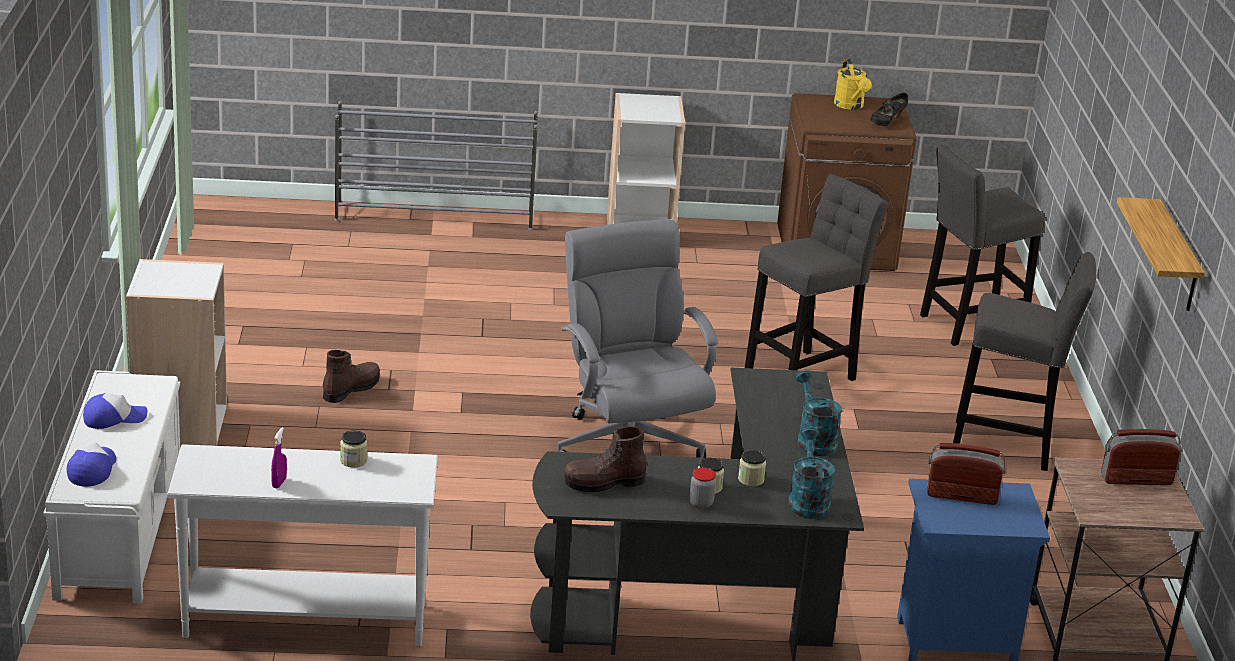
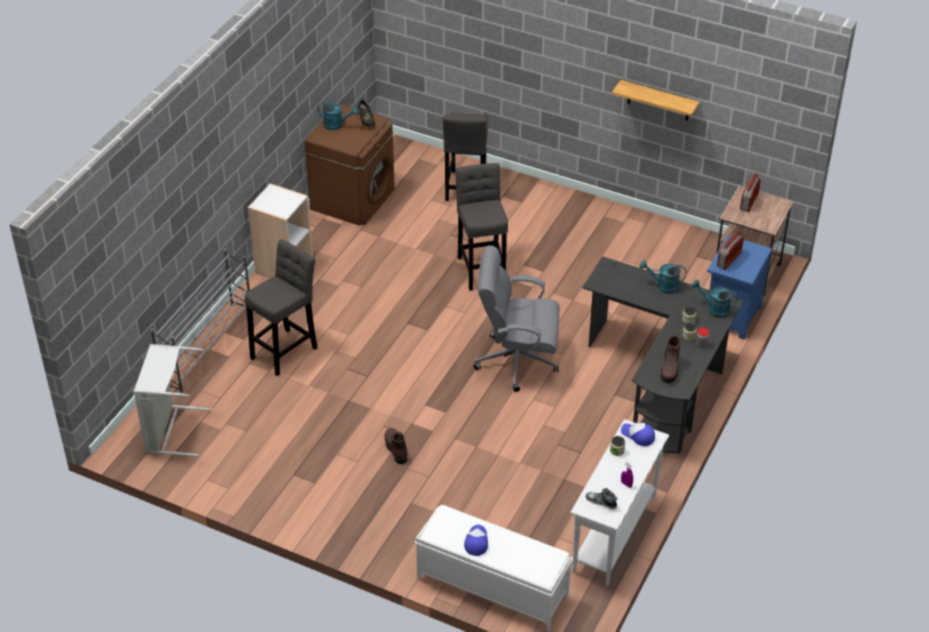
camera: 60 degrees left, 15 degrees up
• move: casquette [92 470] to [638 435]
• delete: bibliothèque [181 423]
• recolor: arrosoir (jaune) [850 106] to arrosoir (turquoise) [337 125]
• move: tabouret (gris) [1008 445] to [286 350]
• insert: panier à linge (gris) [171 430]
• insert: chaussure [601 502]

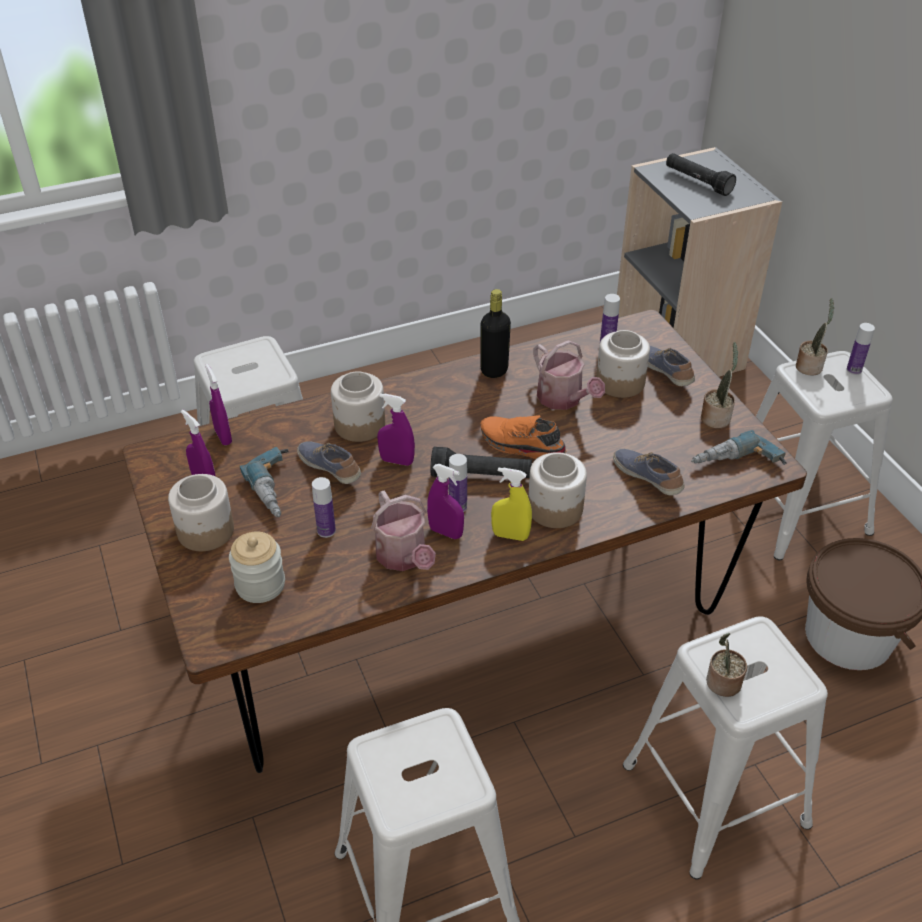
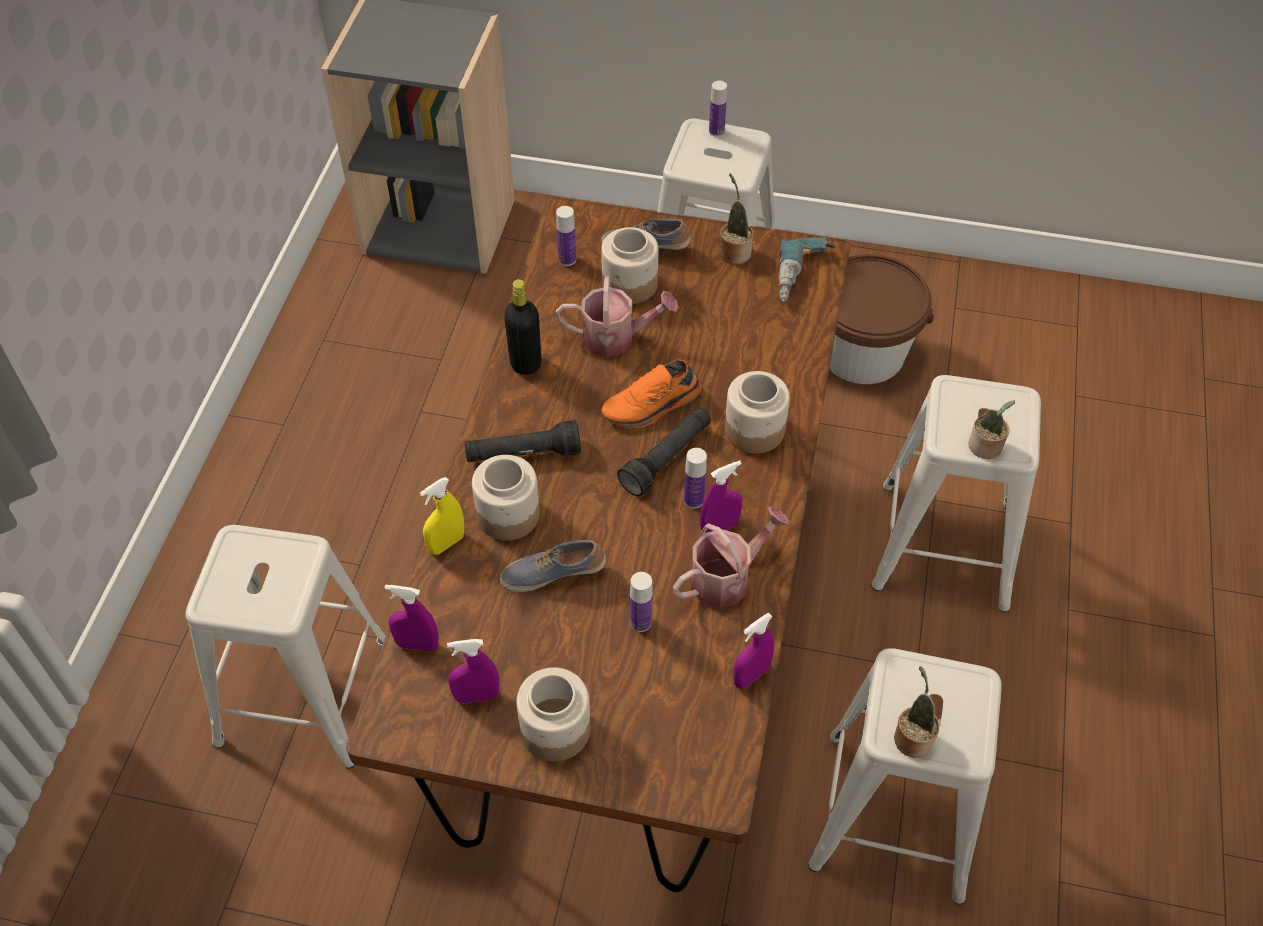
camera: 55 degrees left, 10 degrees up
• delete: bocal [260 585]
• delete: perceuse [279 489]
• rotate: arrosoir [404 557] = [727 578] 45 degrees counterclockwise
• move: vaporisateur (violet) [397 461] to [751 676]
• move: vaporisateur (jaune) [510 535] to [446 543]
• delete: chaussure [648 478]
• move: lampe de poche (noir) [697 182] to [523 454]
• move: plante en pot [810 366] to [912 737]

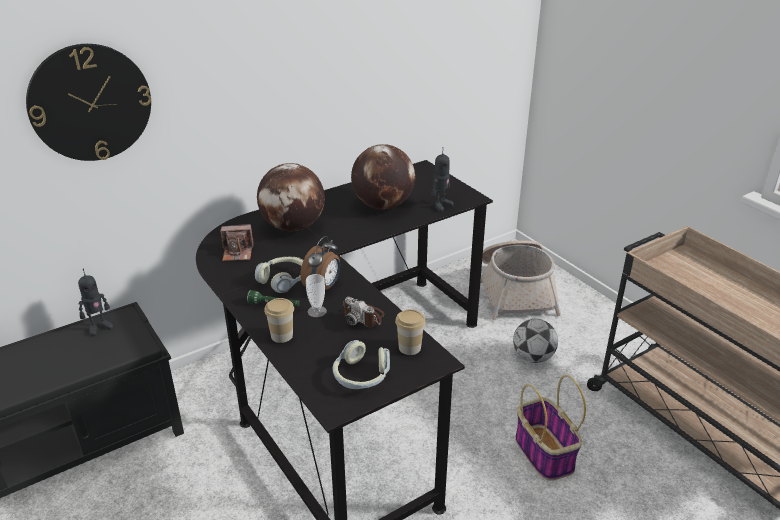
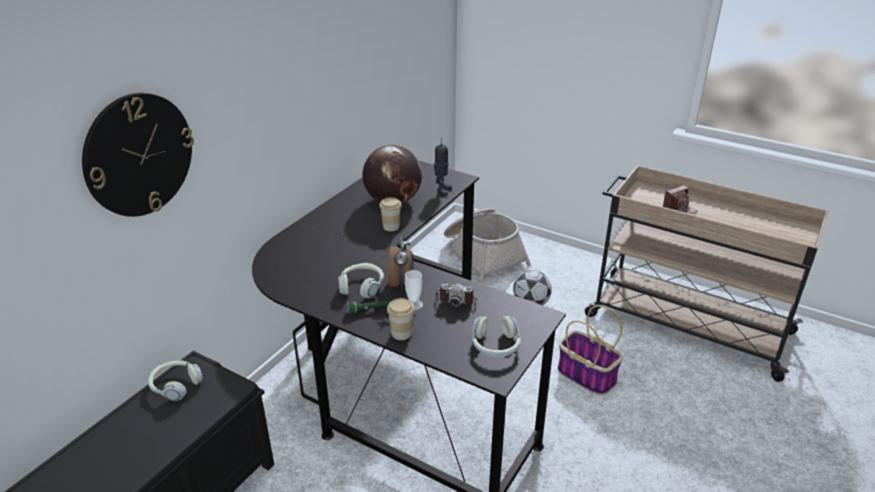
camera: 25 degrees left, 0 degrees up
• replace: robot jouet [99 328] to casque audio [175 385]
• move: appareil photo [238 252] to [679 209]
• delete: globe [293 227]
• move: tasse [409 347] to [391 227]

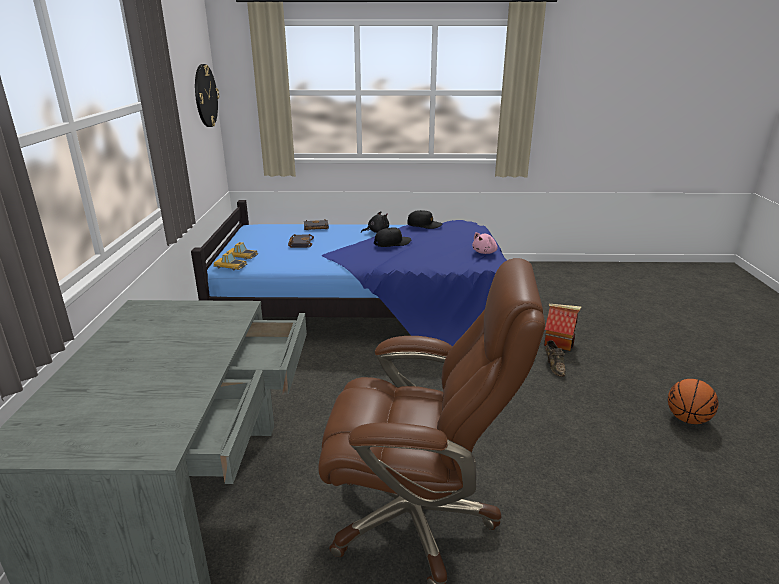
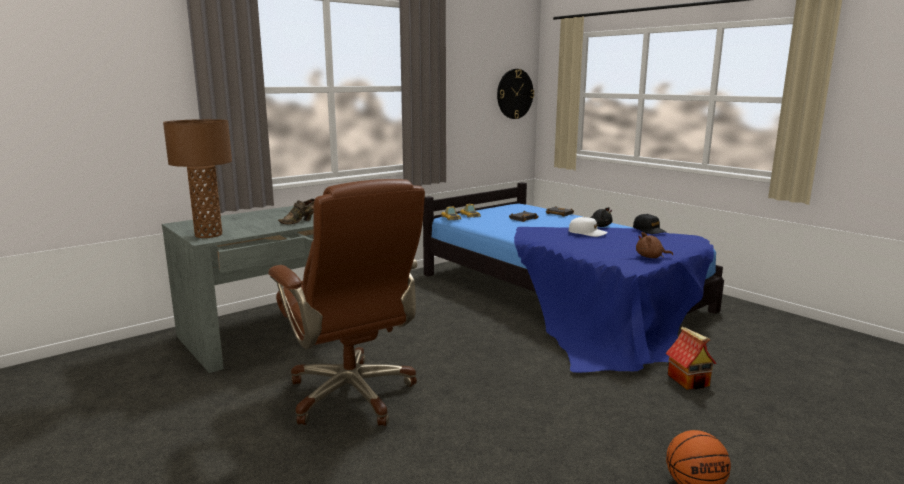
camera: 50 degrees right, 10 degrees down
• recolor: casquette (noir) [392 243] to casquette (blanc) [587 233]
• recolor: peluche (rose) [485 252] to peluche (marron) [651 257]
• move: chaussure (marron) [554 366] to [300 221]
• insert: lampe de table (marron) [208 235]

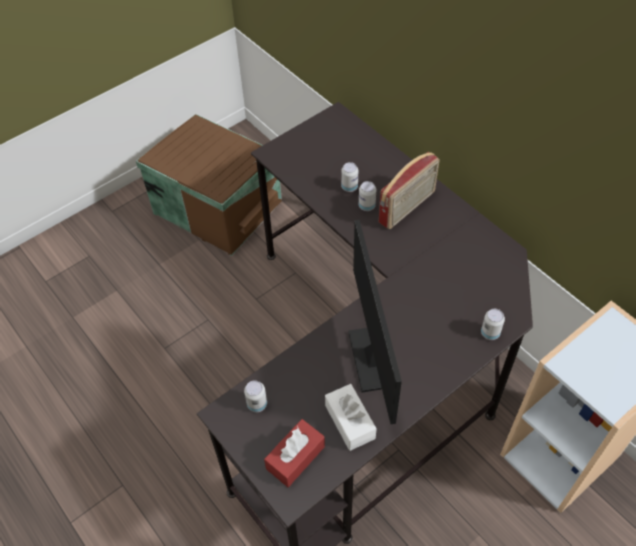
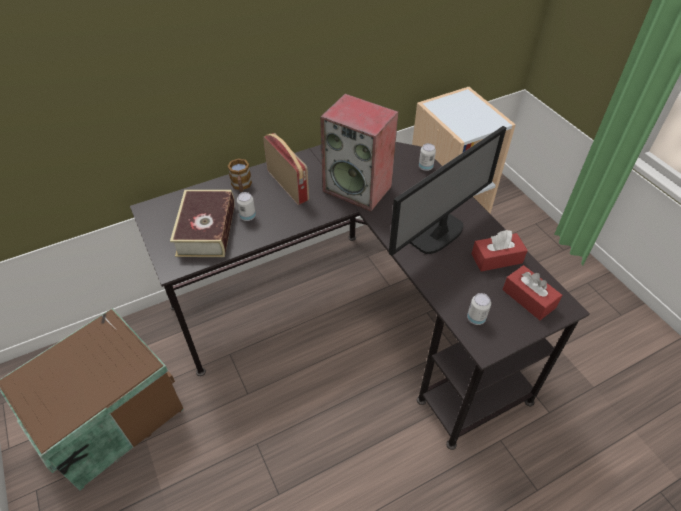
camera: 80 degrees left, 5 degrees down
• recolor: boîte à mouchoirs (blanc) [350 422] to boîte à mouchoirs (rouge) [496 258]
• rotate: écran d'ordinateur [371 359] = [439 235] 135 degrees clockwise
• delete: boîte métallique [367 206]
• insert: livre [206 230]
• insert: mug [241 186]
• insert: enceinte [358 188]

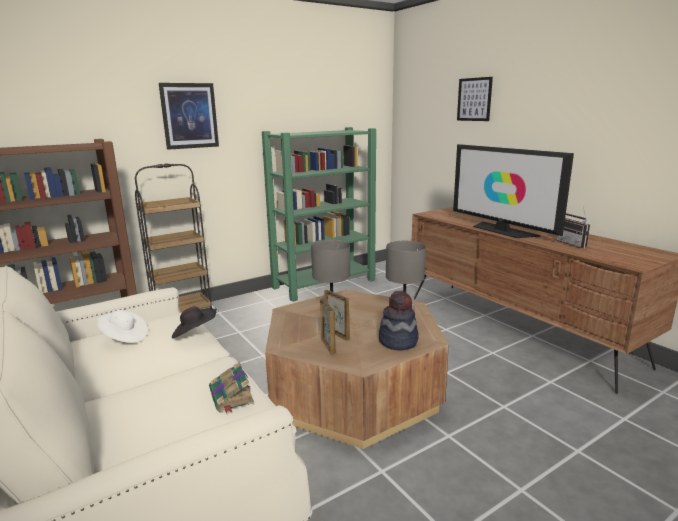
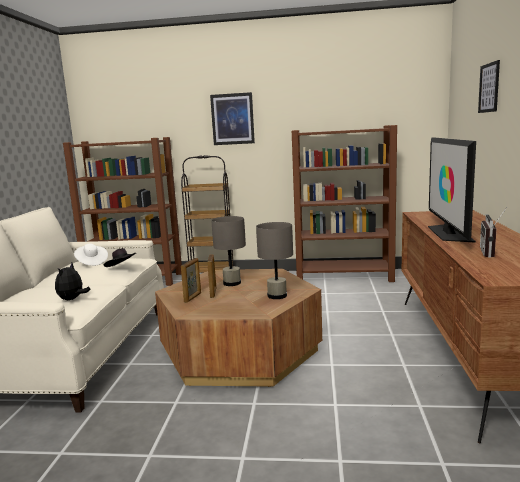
camera: 40 degrees right, 5 degrees down
• replace: livre [231 396] to peluche [72 299]
• recolor: bibliothèque (vert) [324 284] to bibliothèque (marron) [344 276]
• delete: chapeau [398 341]

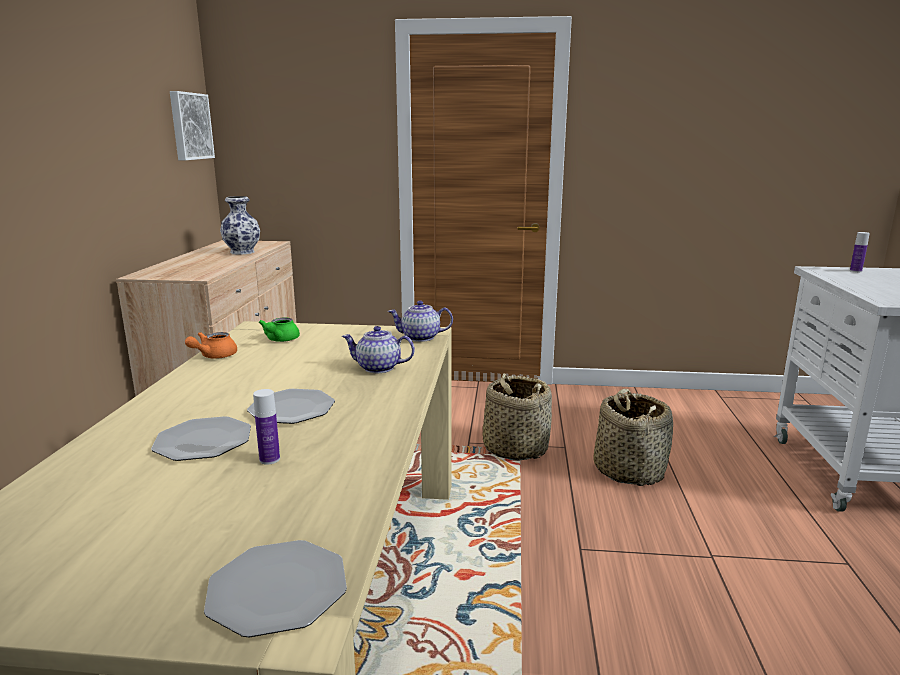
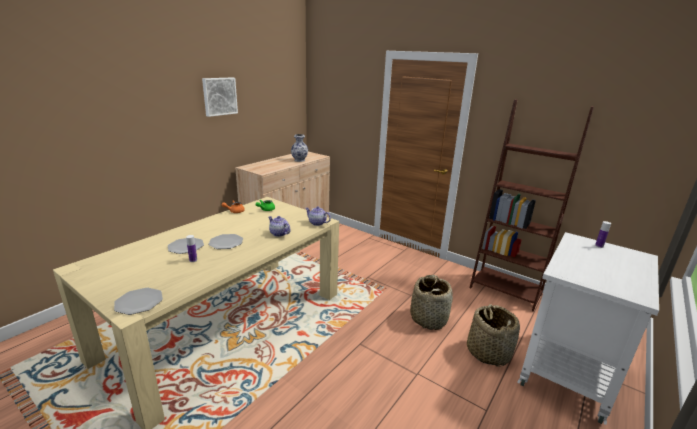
camera: 30 degrees right, 5 degrees up
• move: tableau [189 126] to [219 96]
• move: panier [515 448] to [488 352]
• insert: bibliothèque (marron) [505 291]

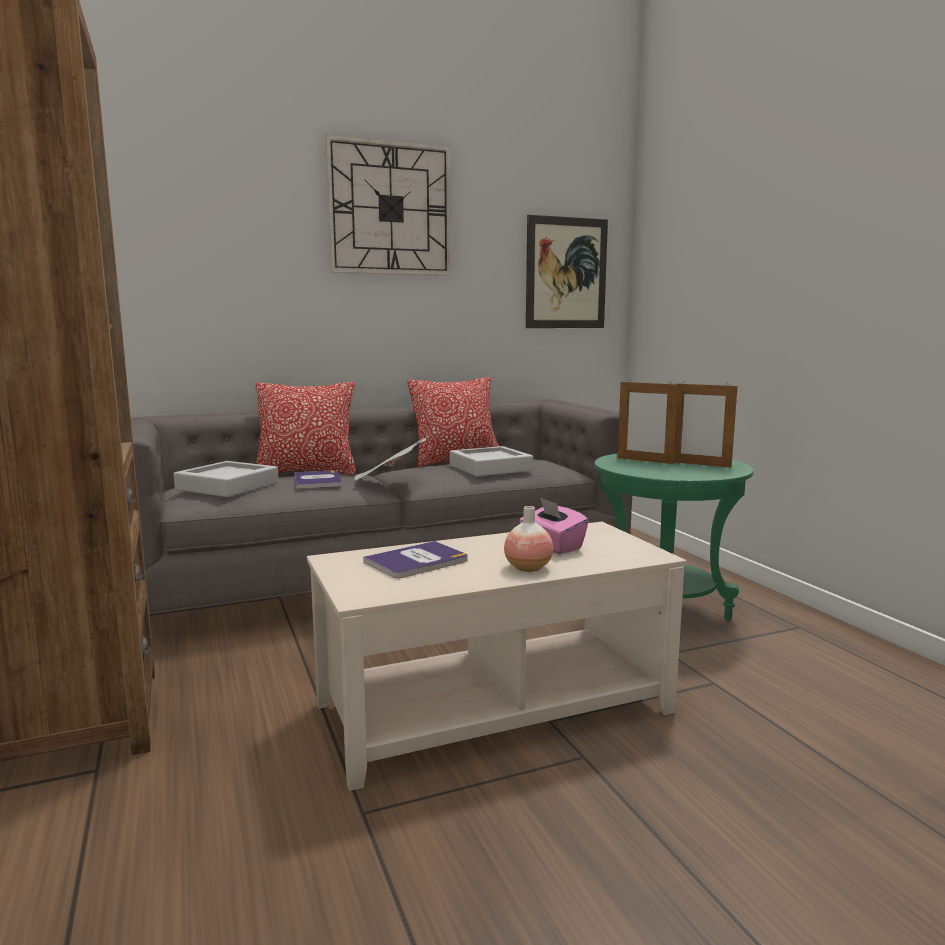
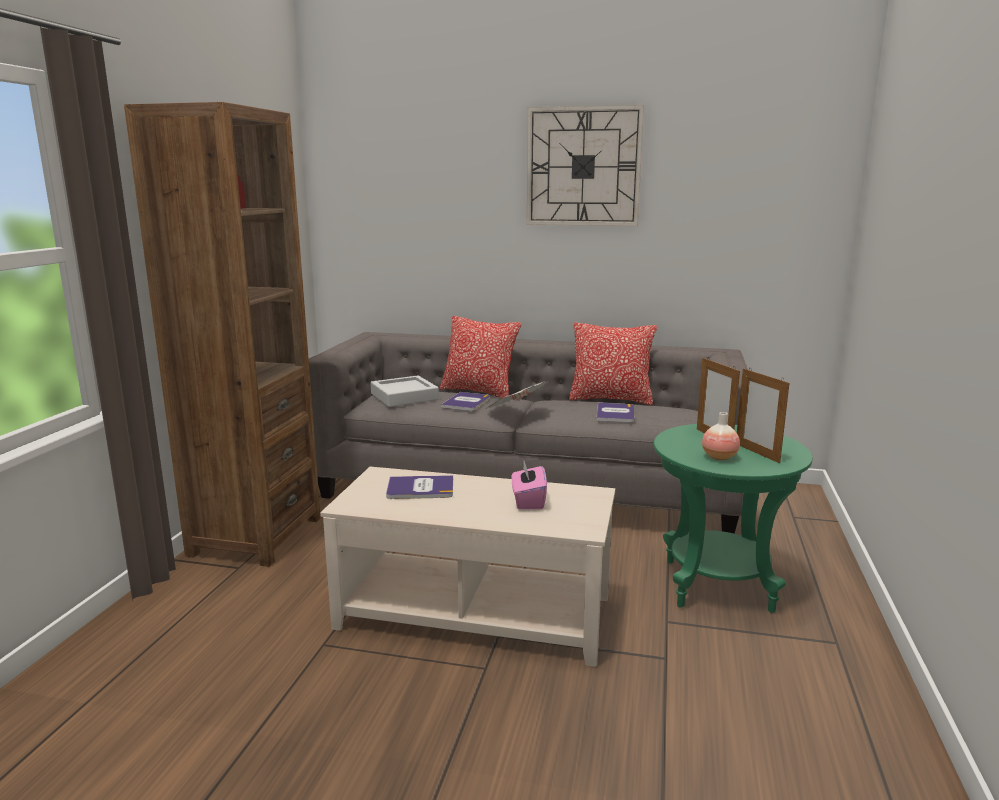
camera: 35 degrees right, 5 degrees up
• replace: plateau (gris) [490 468] to livre [615 413]
• move: vase [528 568] to [719 457]
• delete: tableau [566 273]

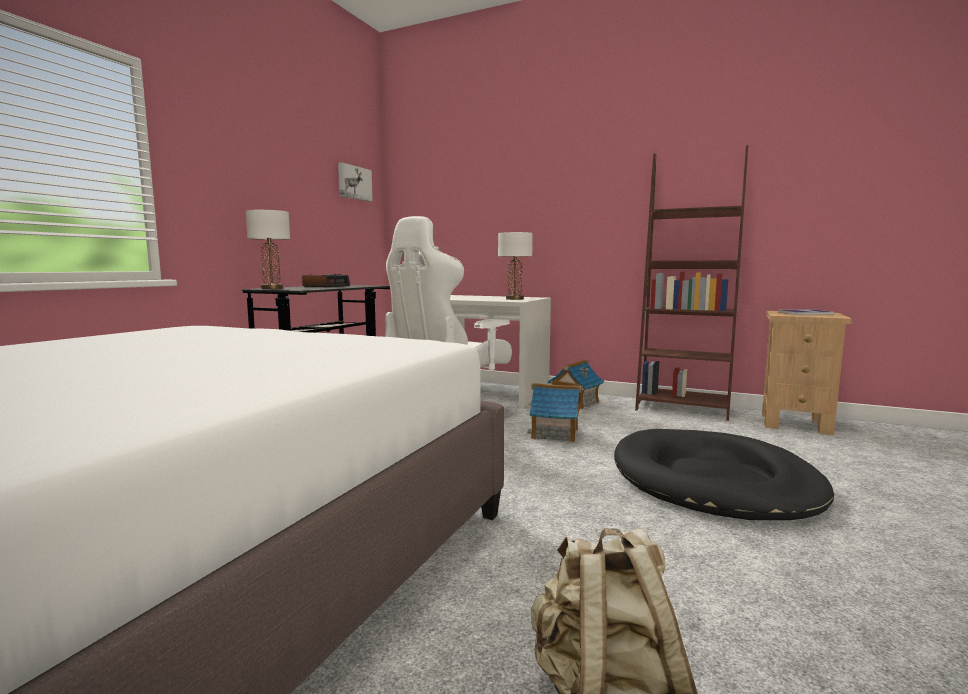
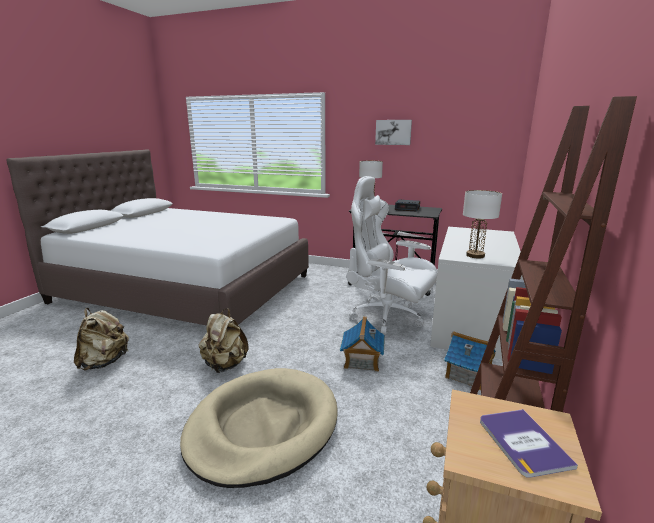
camera: 85 degrees right, 10 degrees up
• move: tableau [354 183] to [393 132]
• recolor: panier pour chien (noir) [713 481] to panier pour chien (beige) [262 427]
• insert: sac à dos (beige) [225 365]

